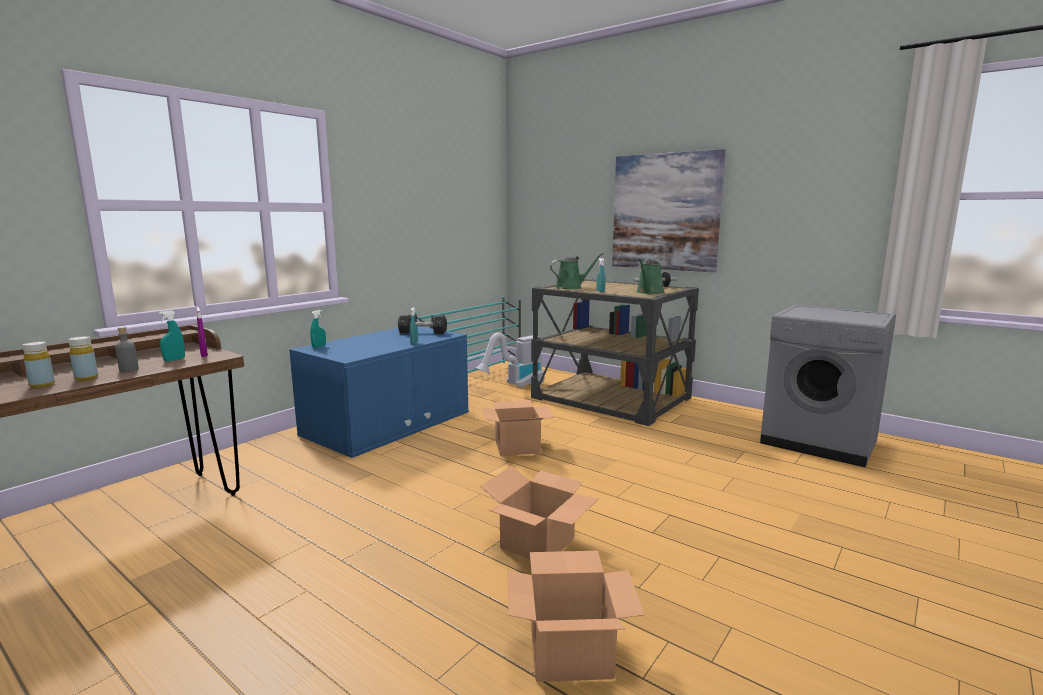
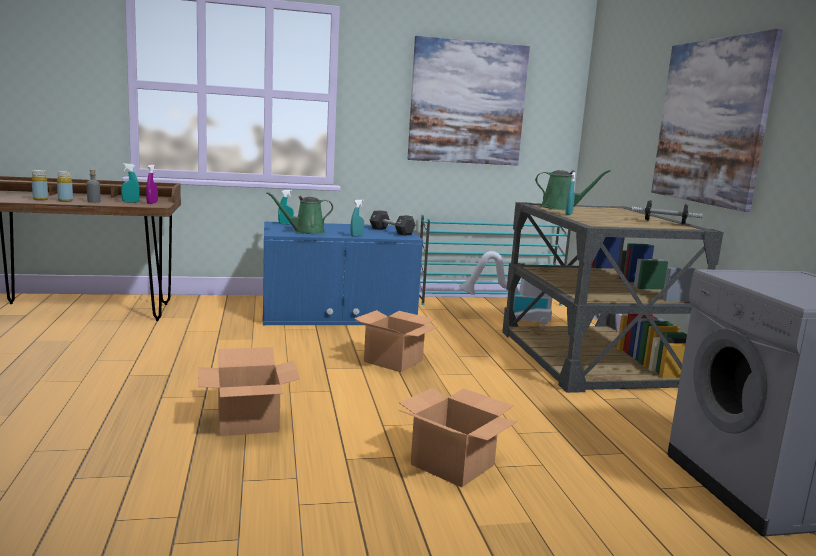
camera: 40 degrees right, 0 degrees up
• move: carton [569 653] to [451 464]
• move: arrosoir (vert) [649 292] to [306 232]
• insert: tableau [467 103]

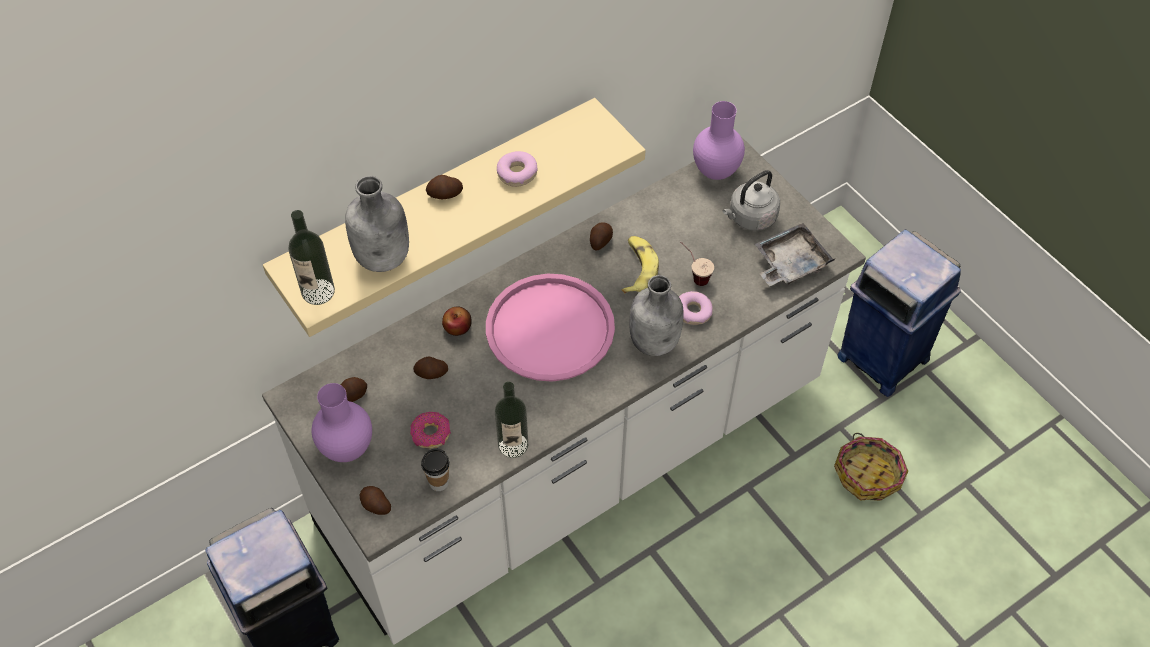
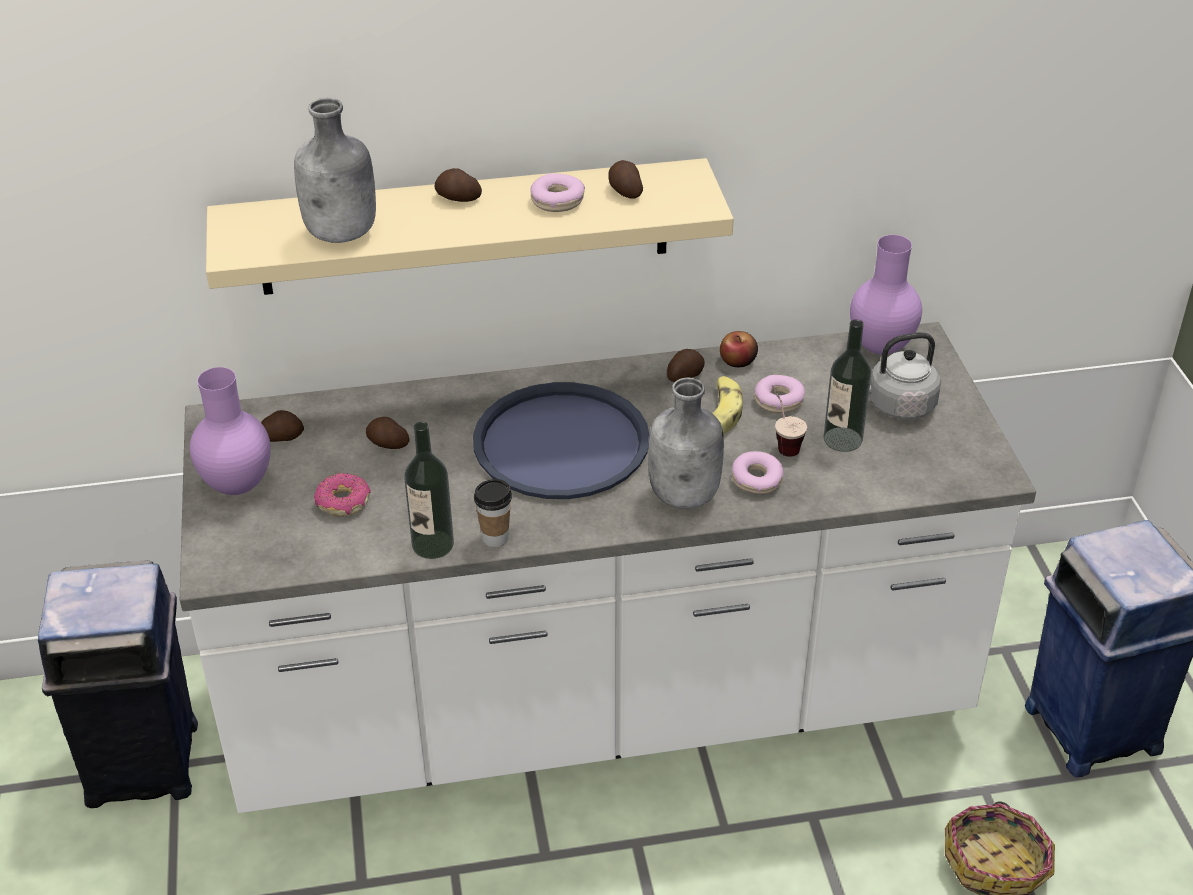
camera: 25 degrees right, 15 degrees down
• move: bouteille [318 292] to [842 439]
• move: pomme de terre [375 505] to [625 191]
• move: tasse [438 482] to [495 538]
• move: pomme [458 327] to [738 361]
• recolor: plateau (rose) [550 329] to plateau (bleu) [561 443]
• delete: plateau (gris) [789 263]
• insert: beignet [779 400]

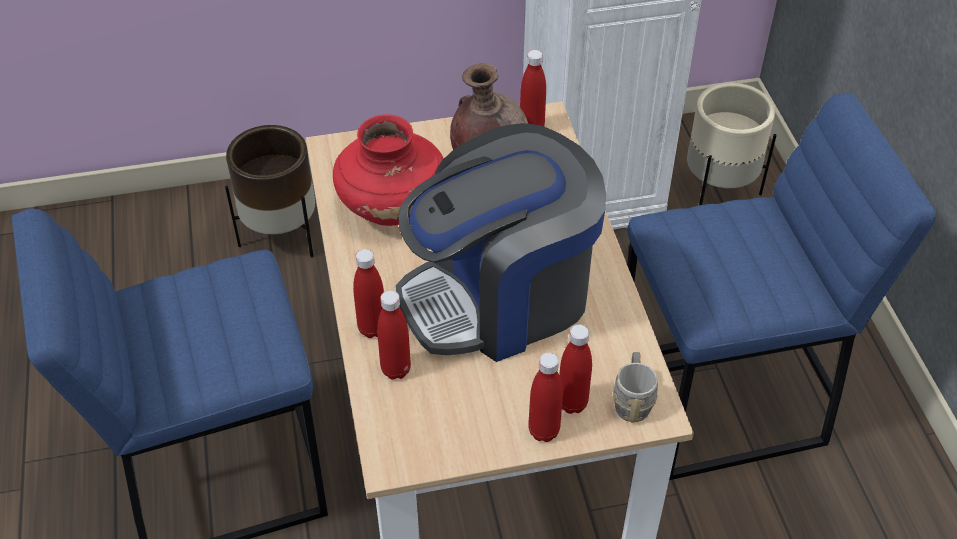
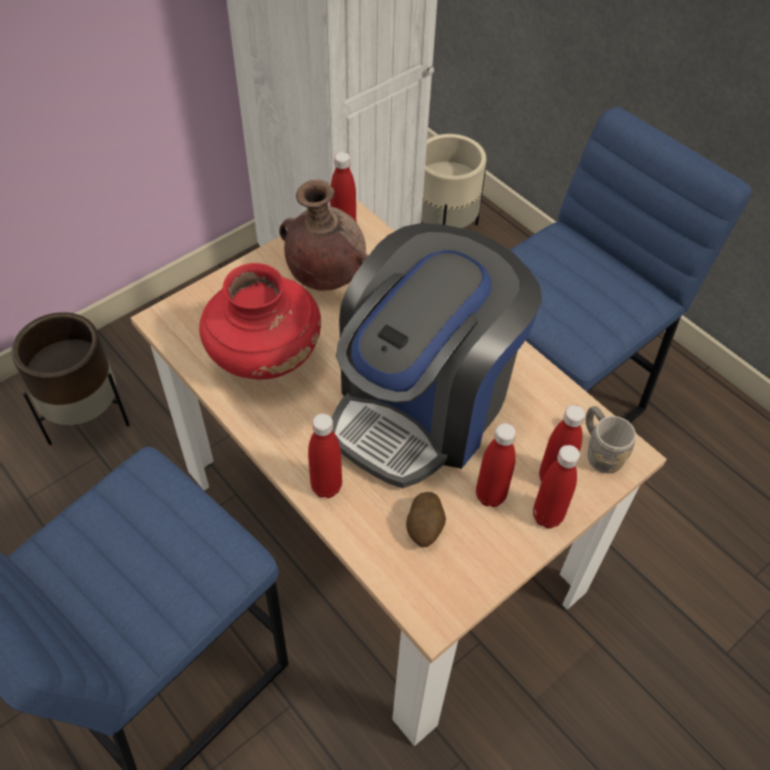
camera: 30 degrees left, 5 degrees up
• move: bouteille (rouge) [396 369] to [490 495]
• insert: pomme de terre [425 527]

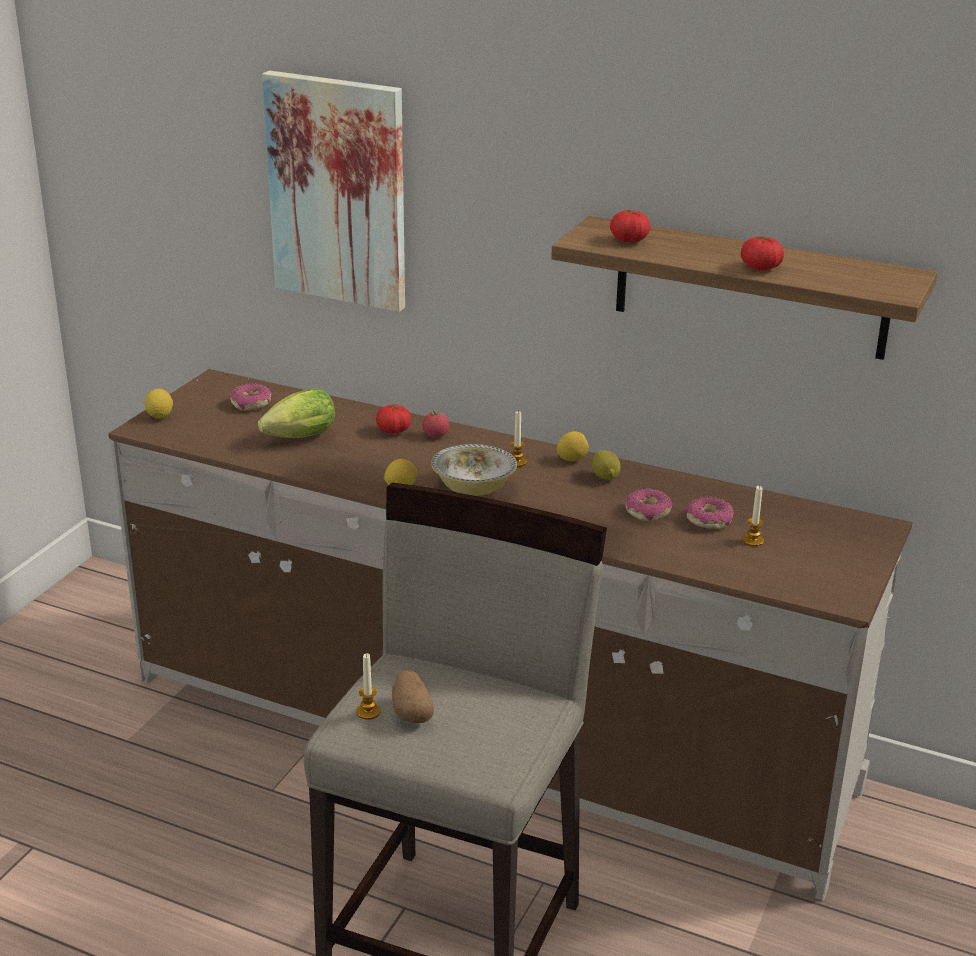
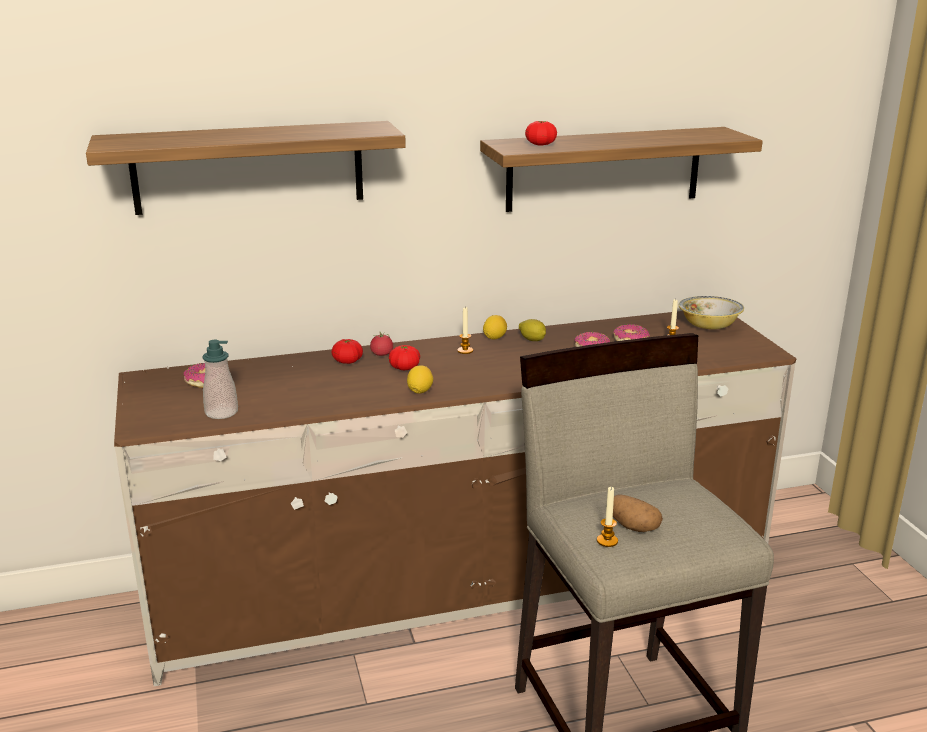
camera: 40 degrees left, 5 degrees down
• delete: citron [160 416]
• delete: laitue [297 438]
• replace: tableau [338 191] to étagère [248 167]
• move: bol [473 488] to [709 326]
• move: tomate [760 268] to [404 368]
• insert: distributeur de savon [221 412]

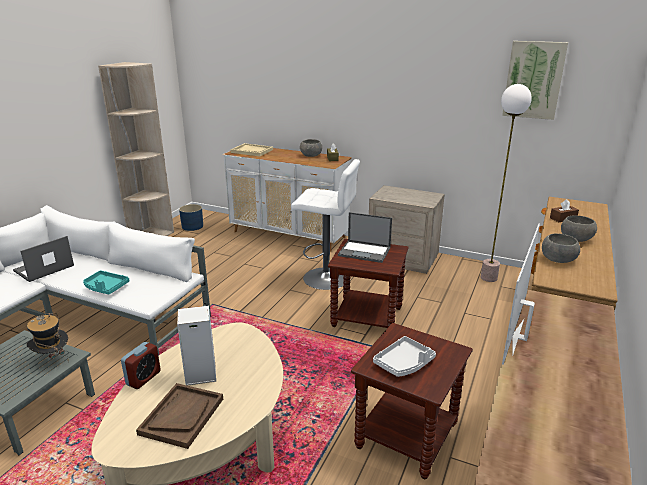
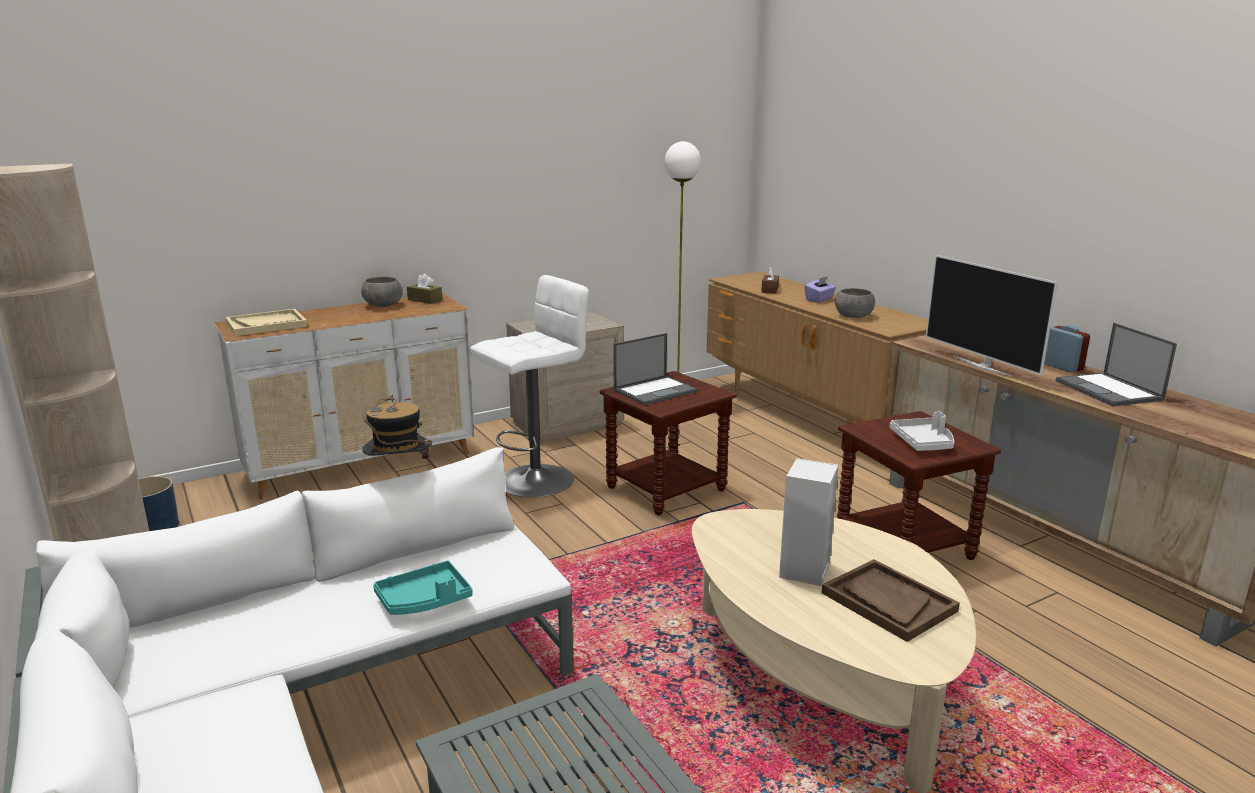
camera: 55 degrees left, 5 degrees down
• move: ordinateur portable [43 268] to [1109 390]
• move: chapeau [52 358] to [399 475]
• move: réveil [143 378] to [1061 367]
• delete: tableau [533 80]
• replace: bol (gris) [576 238] to boîte à mouchoirs (violet) [819 299]

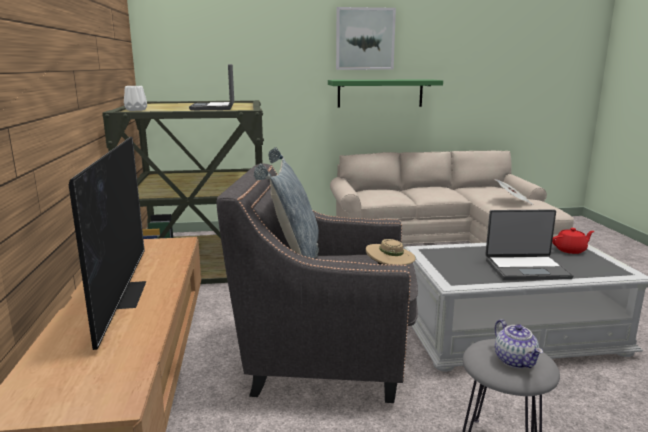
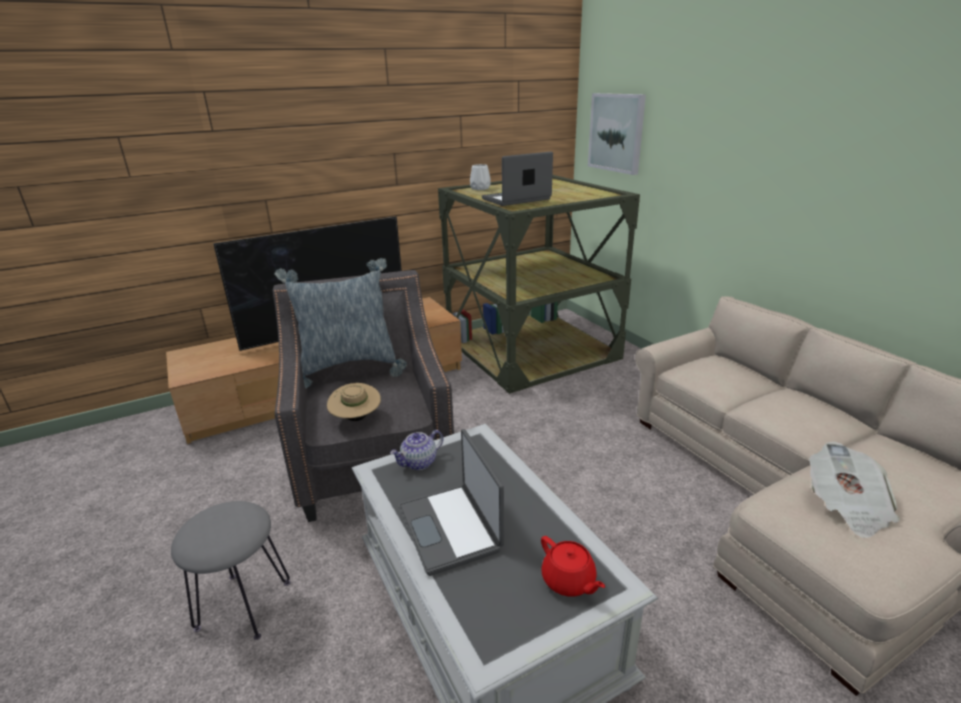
camera: 70 degrees right, 10 degrees up
• delete: étagère (vert) [380 93]
• move: tableau [365 39] to [616 133]
• move: théière [515 361] to [419 463]

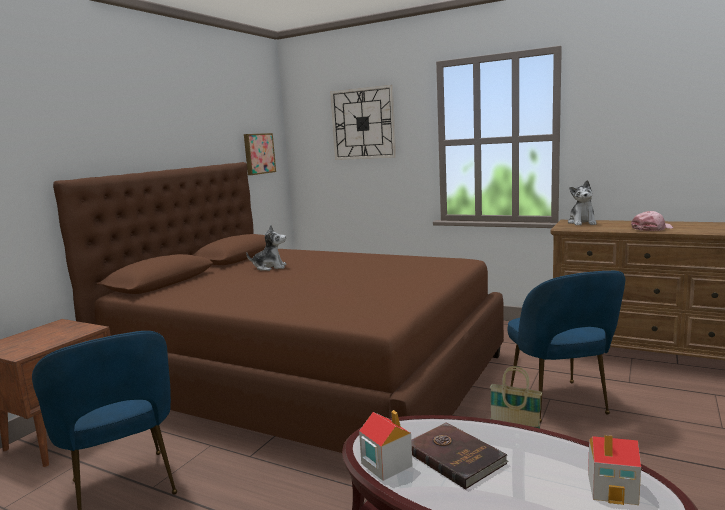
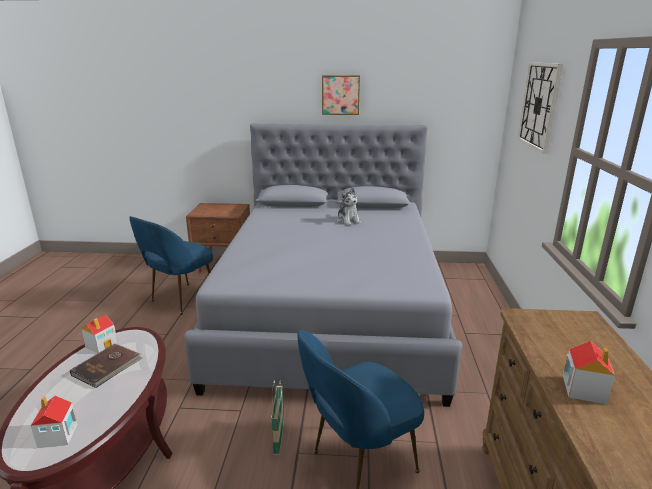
camera: 65 degrees right, 10 degrees up
• recolor: lit (marron) [307 378] to lit (gris) [331 313]
• move: tableau [258 153] to [340 95]
• delete: peluche [582 223]
• replace: casquette (rose) [652 228] to maison miniature [583 389]

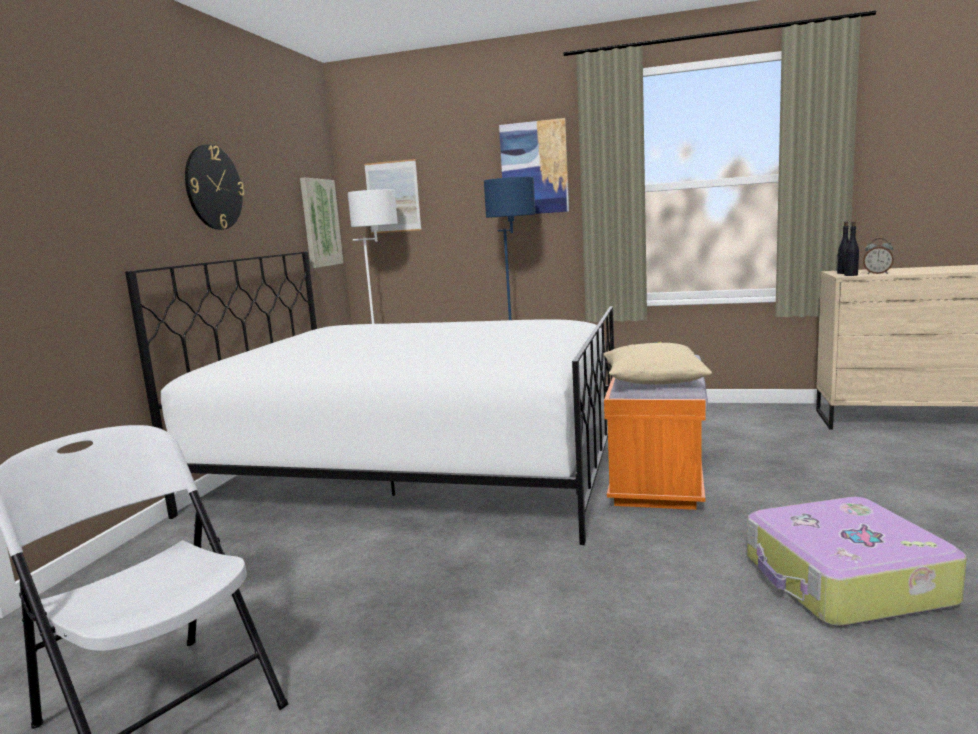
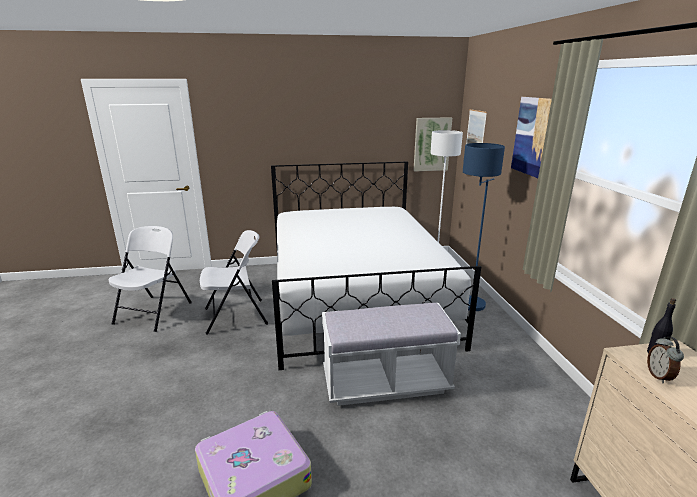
camera: 65 degrees right, 10 degrees up
• delete: horloge murale [213 187]
• delete: coussin (beige) [654 381]
• recolor: banc (orange) [657 476] to banc (blanc) [385 382]
• delete: bouteille (noir) [851 275]
• insert: chaise (blanc) [235 316]

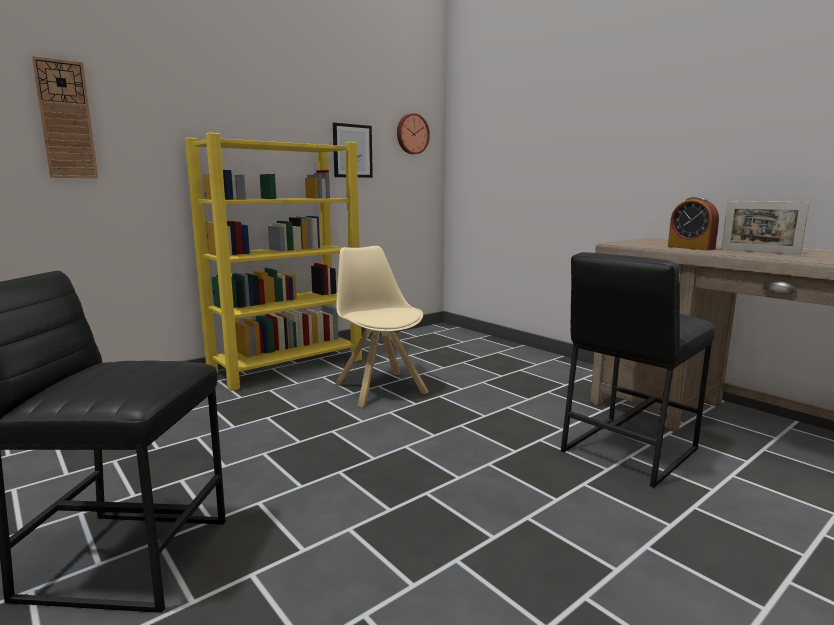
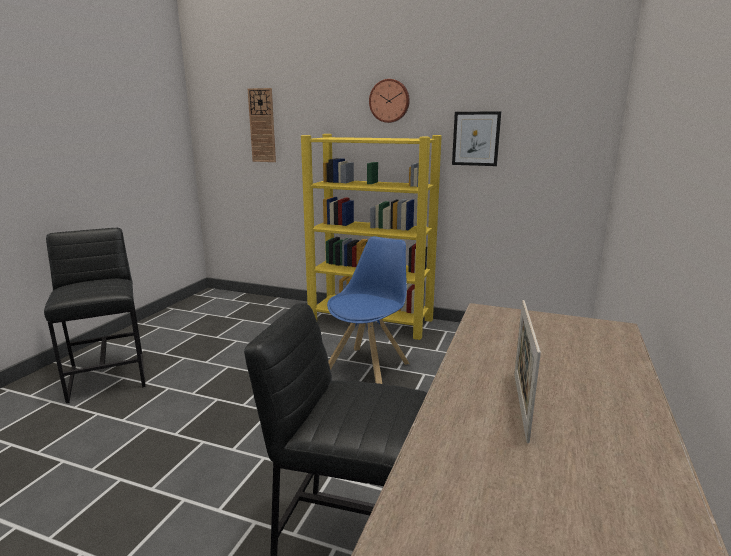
camera: 60 degrees right, 5 degrees up
• recolor: chaise (beige) [379 387] to chaise (bleu) [368 366]
• move: horloge murale [412 134] to [389 101]
• delete: réveil [691 248]

